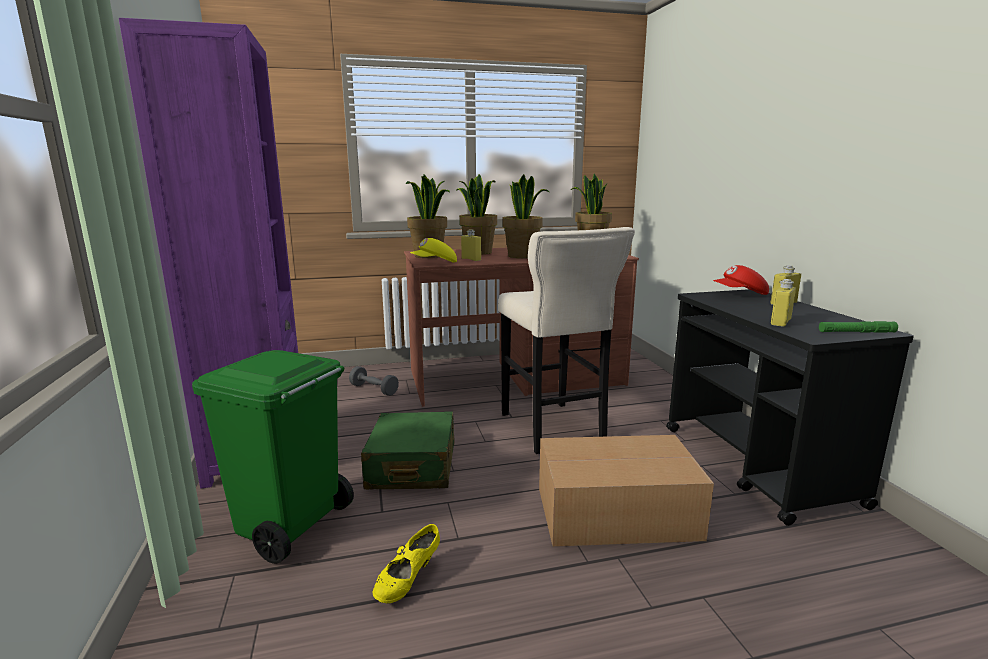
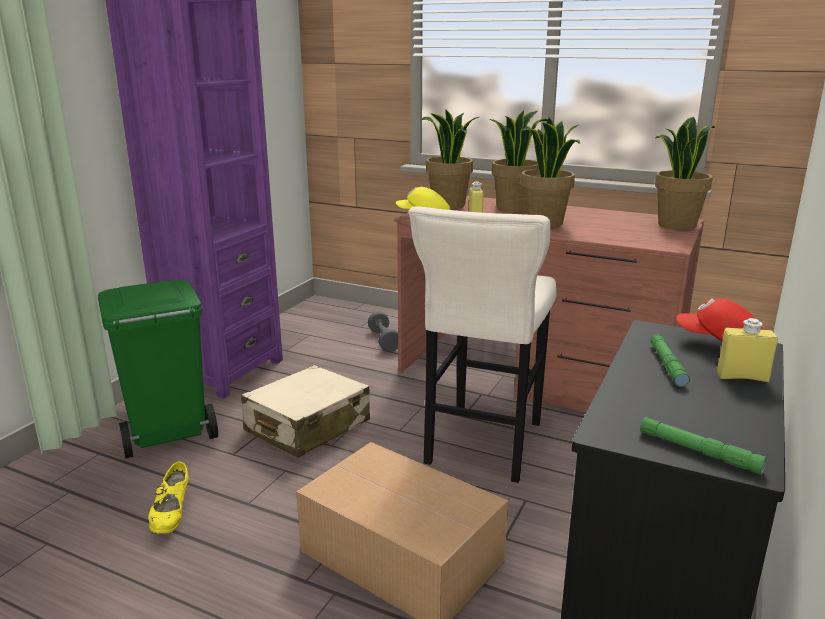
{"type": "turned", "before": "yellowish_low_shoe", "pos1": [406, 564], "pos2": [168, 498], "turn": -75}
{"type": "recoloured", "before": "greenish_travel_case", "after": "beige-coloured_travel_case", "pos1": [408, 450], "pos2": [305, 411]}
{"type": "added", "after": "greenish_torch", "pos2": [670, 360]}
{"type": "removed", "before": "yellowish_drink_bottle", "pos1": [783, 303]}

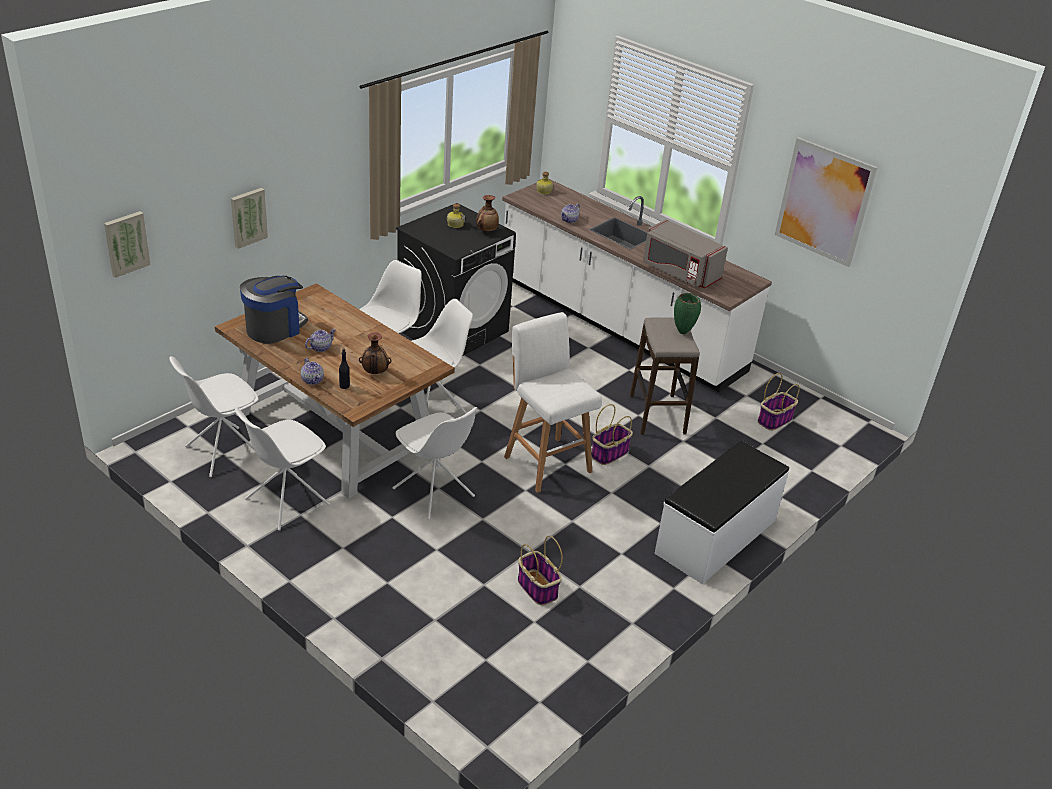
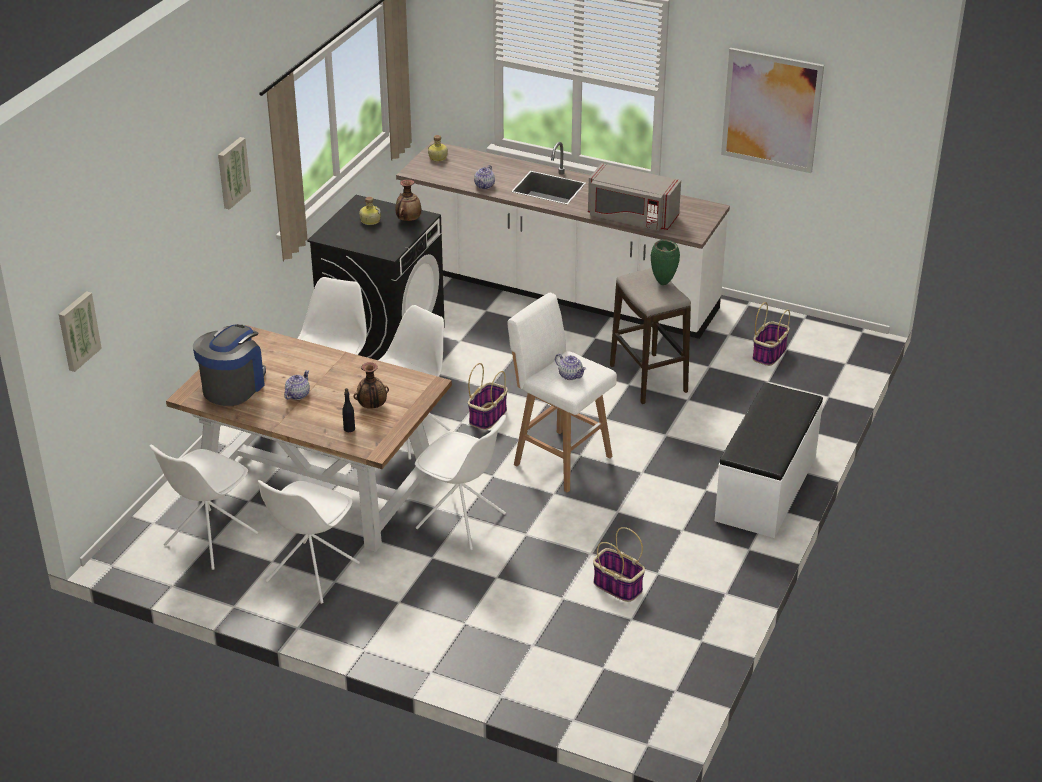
{"type": "moved", "before": "wall_picture", "pos1": [249, 218], "pos2": [234, 173]}
{"type": "moved", "before": "storage_basket", "pos1": [612, 434], "pos2": [488, 396]}
{"type": "moved", "before": "teapot", "pos1": [312, 371], "pos2": [570, 367]}

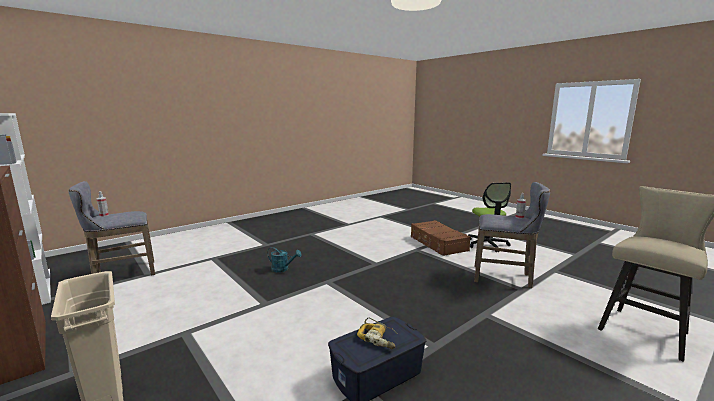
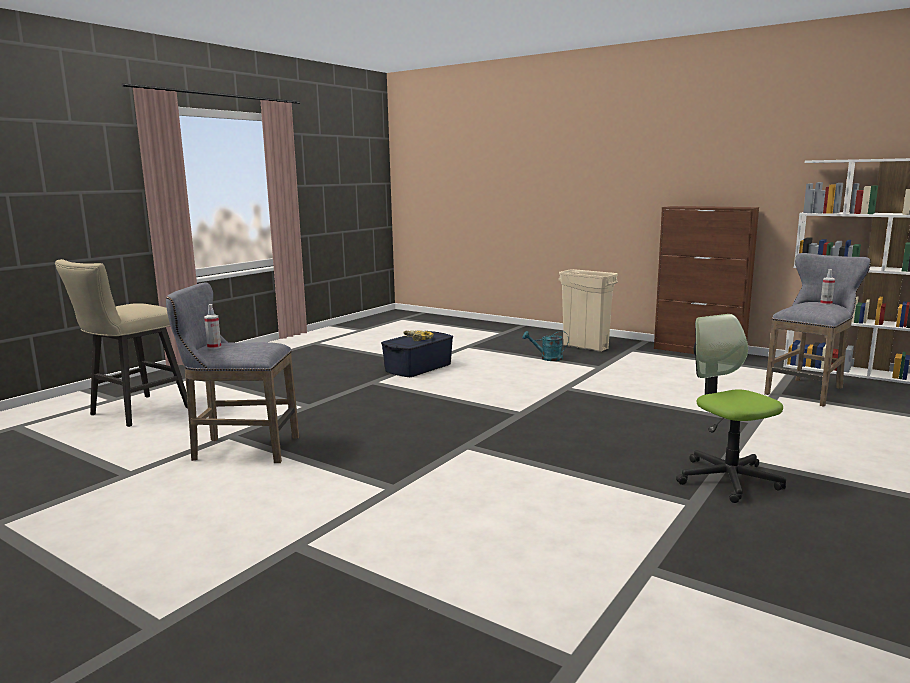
{"type": "moved", "before": "blue-green_sprinkling_can", "pos1": [284, 260], "pos2": [546, 346]}
{"type": "moved", "before": "desk_chair", "pos1": [489, 217], "pos2": [731, 408]}
{"type": "removed", "before": "brown-coloured_travel_case", "pos1": [441, 238]}

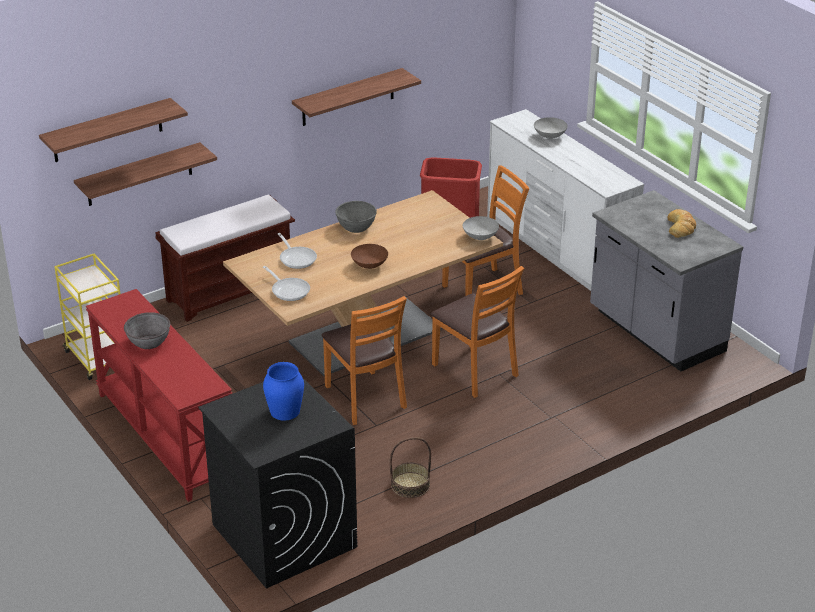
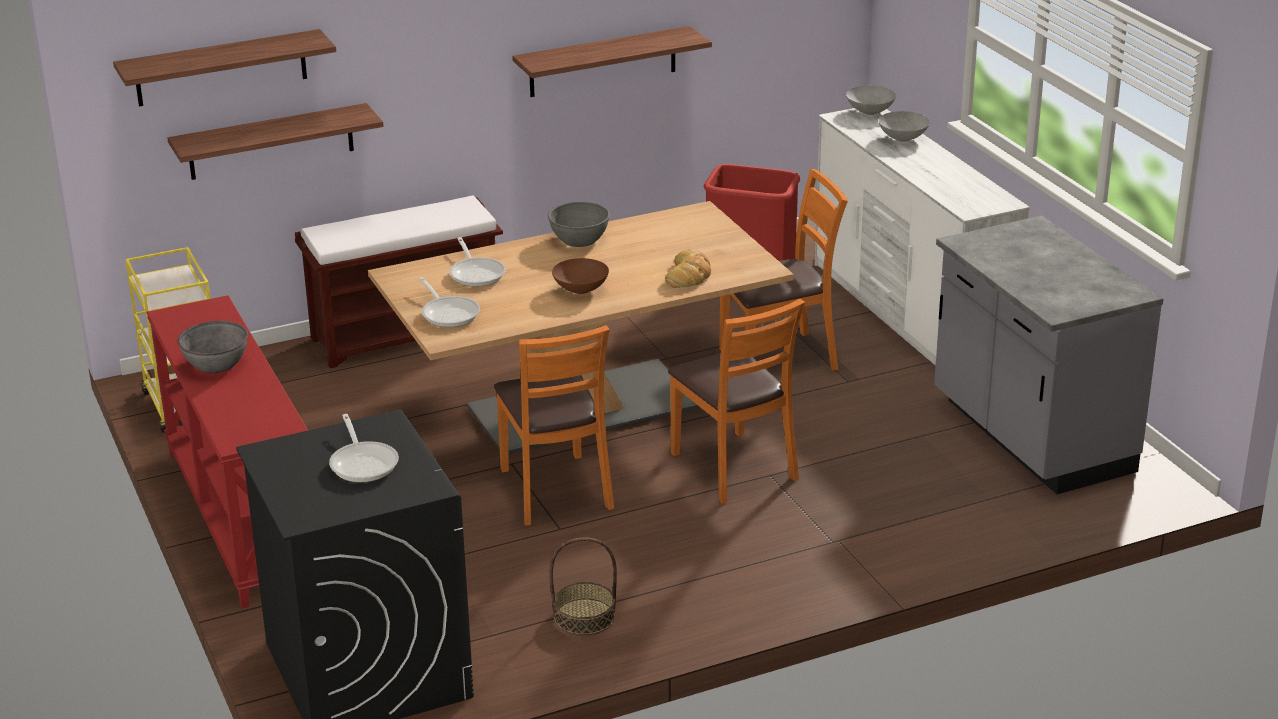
{"type": "replaced", "before": "blue-coloured_decorative_vase", "after": "pan", "pos1": [283, 391], "pos2": [364, 448]}
{"type": "moved", "before": "baked_bread", "pos1": [682, 223], "pos2": [688, 268]}
{"type": "moved", "before": "grey_deep_dish", "pos1": [481, 228], "pos2": [871, 100]}

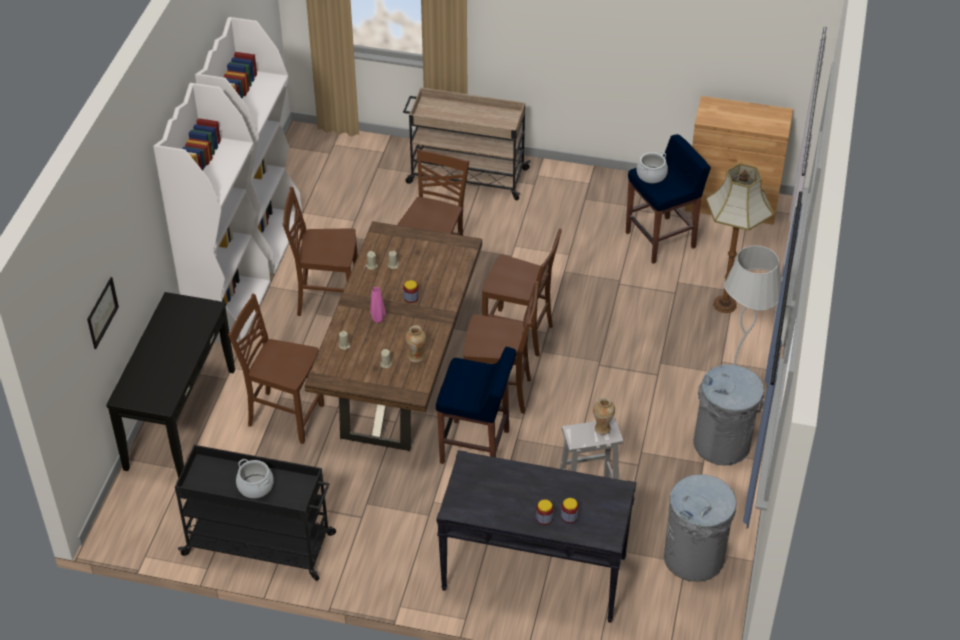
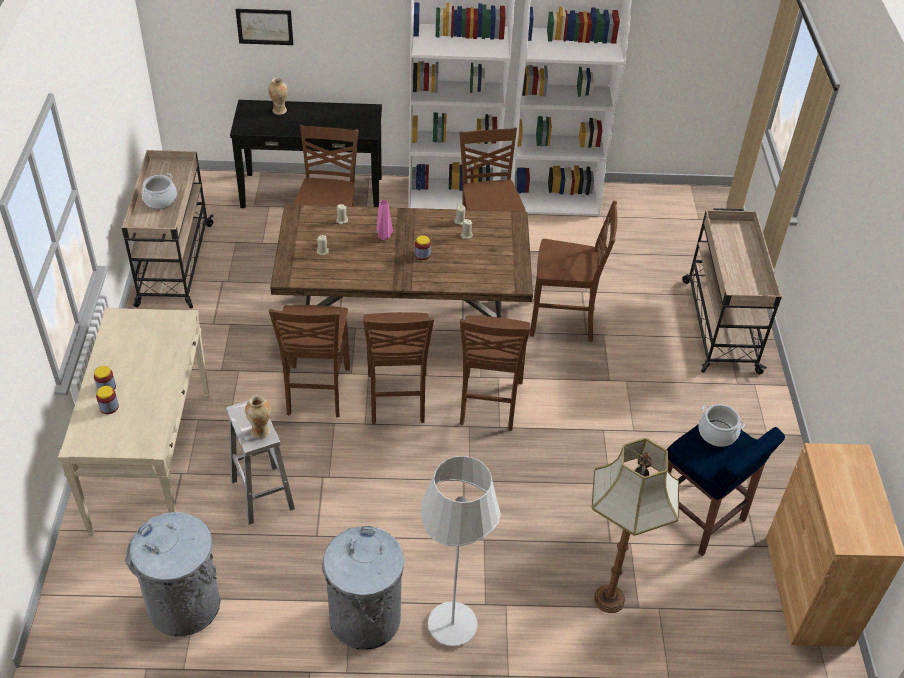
{"type": "recoloured", "before": "black_hall_table", "after": "beige-coloured_hall_table", "pos1": [536, 536], "pos2": [134, 422]}
{"type": "recoloured", "before": "black_wheeled_cart", "after": "beige-coloured_wheeled_cart", "pos1": [255, 513], "pos2": [168, 229]}
{"type": "moved", "before": "decorative_vase", "pos1": [415, 343], "pos2": [278, 96]}
{"type": "replaced", "before": "blue-coloured_stool_seat", "after": "brown-coloured_upright_chair", "pos1": [476, 405], "pos2": [309, 361]}

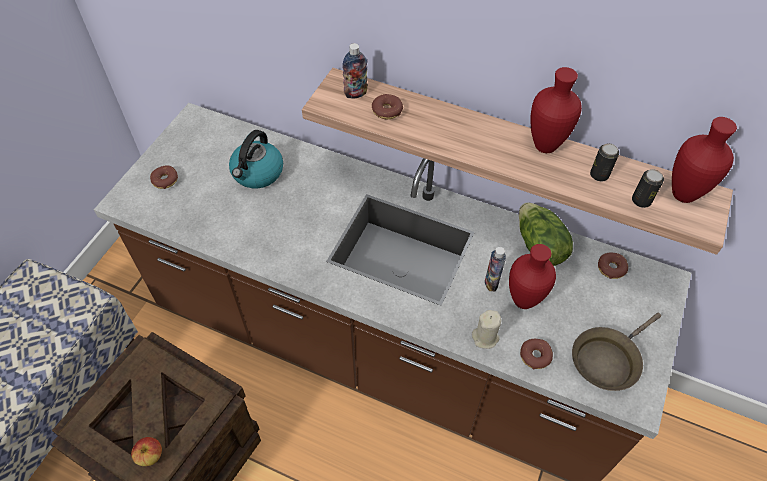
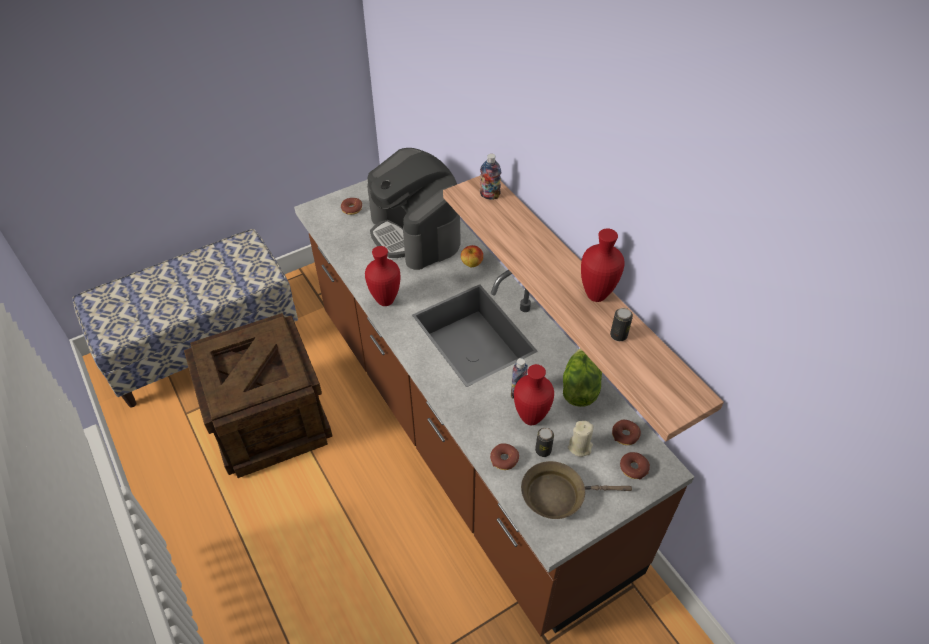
{"type": "moved", "before": "reddish_decorative_vase", "pos1": [704, 160], "pos2": [382, 276]}
{"type": "replaced", "before": "water_kettle", "after": "coffee_maker", "pos1": [256, 159], "pos2": [414, 209]}
{"type": "moved", "before": "apple_fruit", "pos1": [146, 451], "pos2": [472, 256]}
{"type": "moved", "before": "metal_can", "pos1": [648, 188], "pos2": [544, 442]}
{"type": "moved", "before": "beige-coloured_wax_light", "pos1": [486, 329], "pos2": [581, 439]}
{"type": "moved", "before": "donut", "pos1": [387, 106], "pos2": [635, 466]}

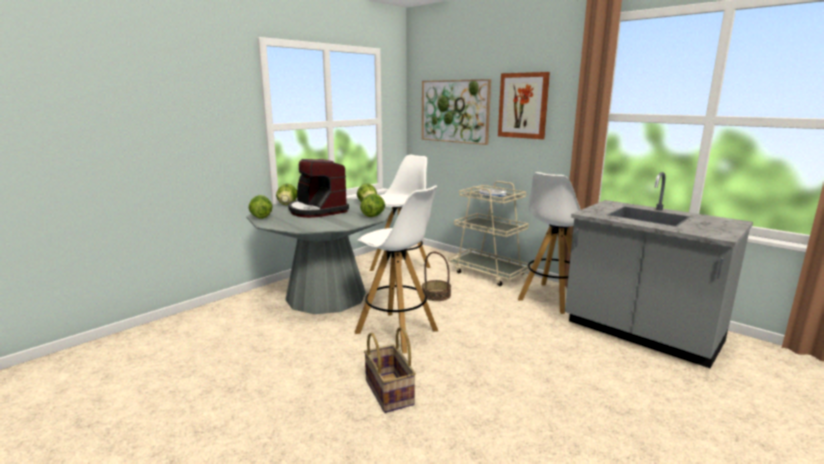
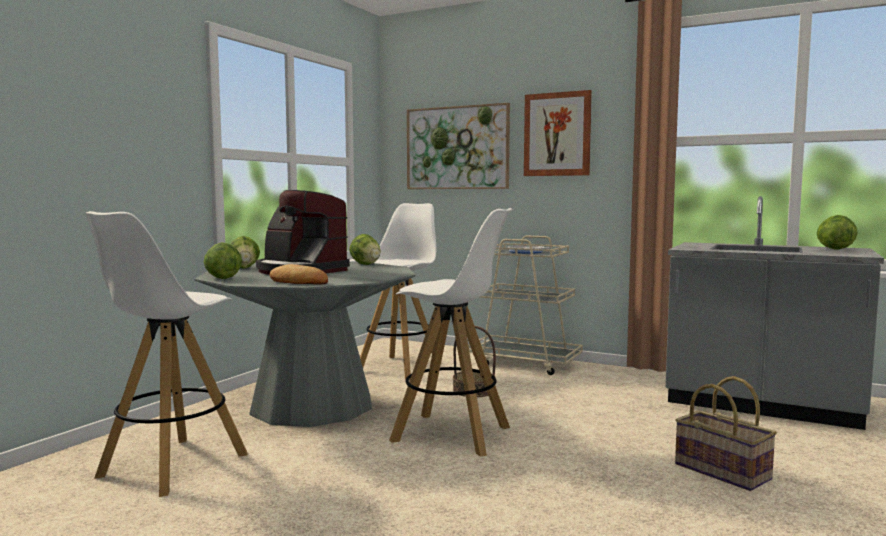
{"type": "moved", "before": "whitish_stool_seat", "pos1": [549, 243], "pos2": [167, 354]}
{"type": "added", "after": "baked_bread", "pos2": [299, 274]}
{"type": "moved", "before": "storage_basket", "pos1": [390, 370], "pos2": [726, 433]}
{"type": "moved", "before": "lettuce_head", "pos1": [372, 205], "pos2": [837, 232]}

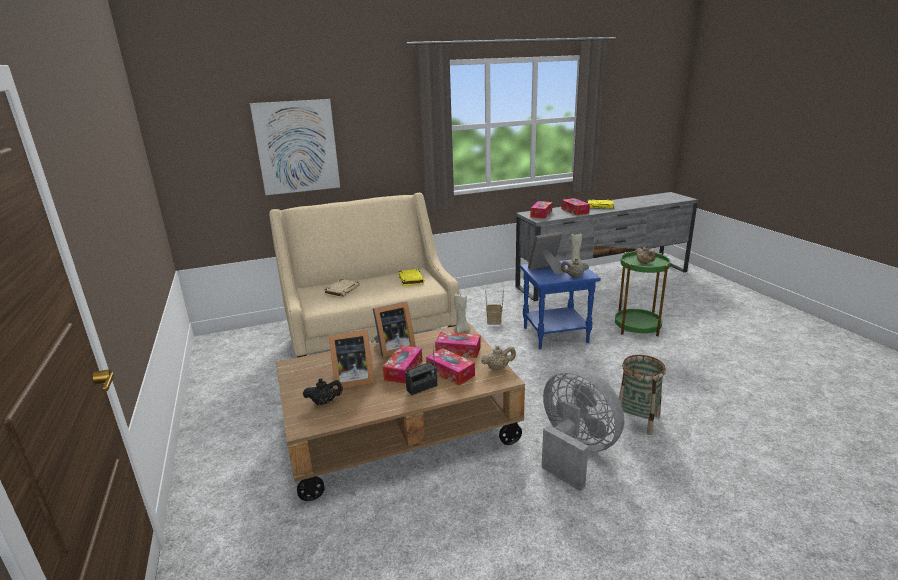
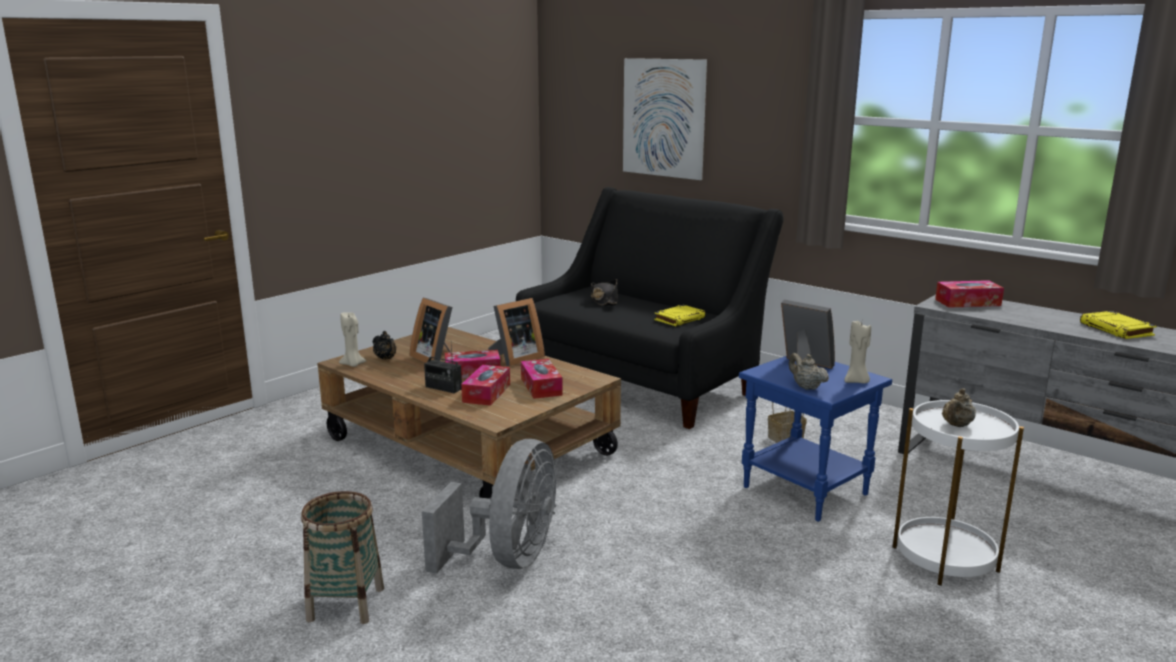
{"type": "moved", "before": "storage_basket", "pos1": [640, 395], "pos2": [342, 557]}
{"type": "moved", "before": "beige-coloured_wax_light", "pos1": [462, 313], "pos2": [352, 340]}
{"type": "turned", "before": "photo_frame", "pos1": [394, 329], "pos2": [516, 332], "turn": -75}
{"type": "recoloured", "before": "beige-coloured_couch", "after": "black_couch", "pos1": [364, 275], "pos2": [650, 308]}
{"type": "replaced", "before": "beige-coloured_volume", "after": "black_wearable_hat", "pos1": [341, 288], "pos2": [604, 292]}
{"type": "recoloured", "before": "greenish_side_table", "after": "whitish_side_table", "pos1": [643, 294], "pos2": [958, 493]}
{"type": "removed", "before": "beige-coloured_teapot", "pos1": [498, 358]}
{"type": "removed", "before": "tissue_box", "pos1": [575, 206]}

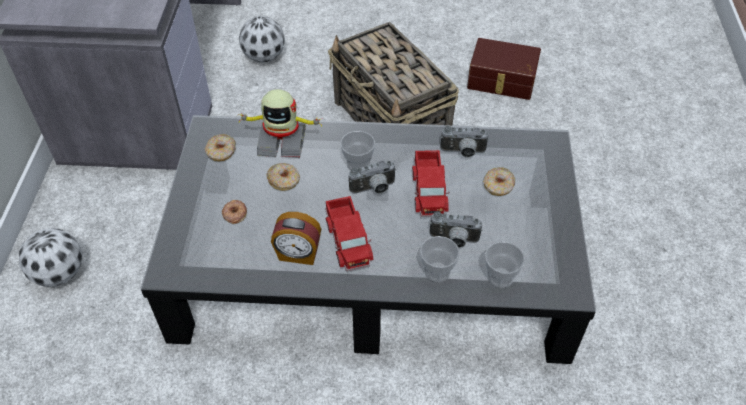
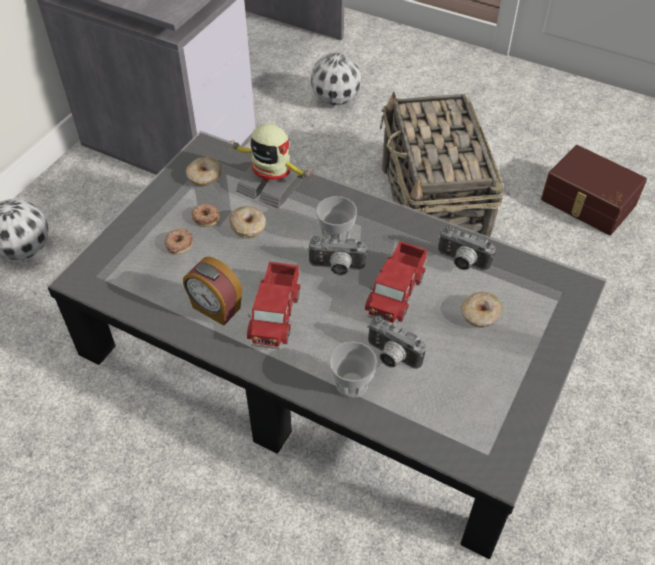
{"type": "added", "after": "donut", "pos2": [206, 215]}
{"type": "removed", "before": "small_cup", "pos1": [505, 265]}

